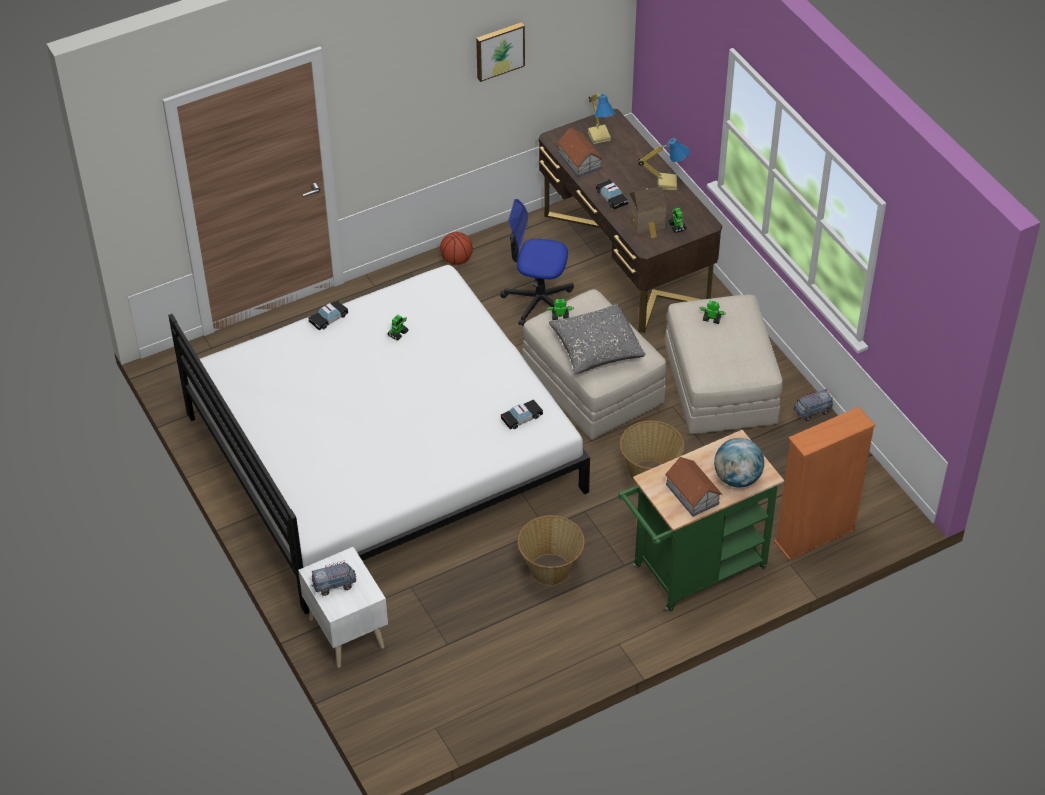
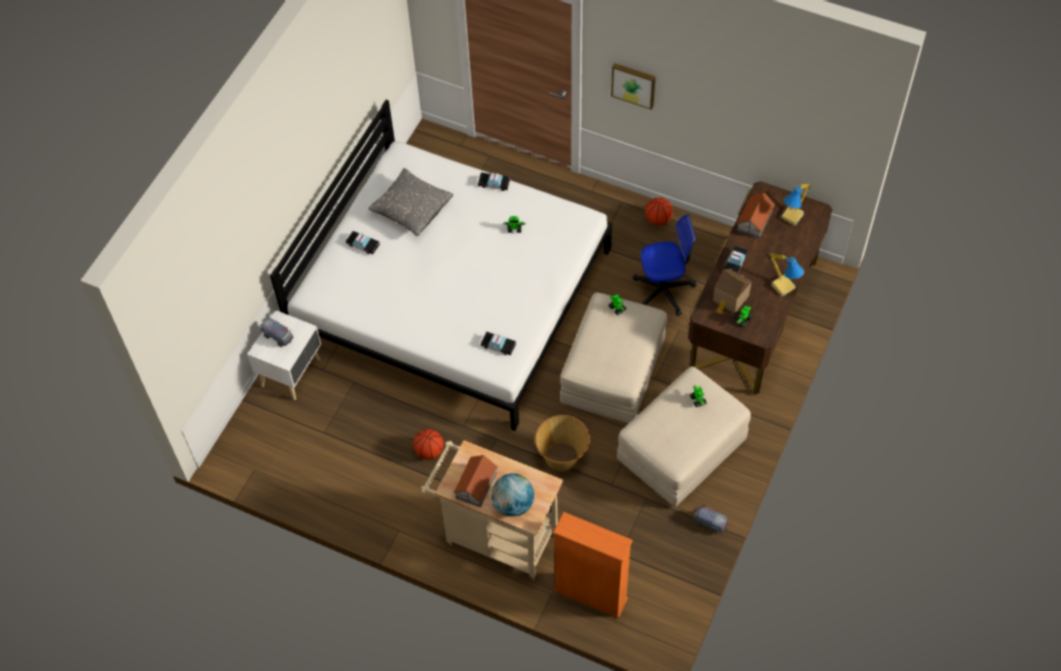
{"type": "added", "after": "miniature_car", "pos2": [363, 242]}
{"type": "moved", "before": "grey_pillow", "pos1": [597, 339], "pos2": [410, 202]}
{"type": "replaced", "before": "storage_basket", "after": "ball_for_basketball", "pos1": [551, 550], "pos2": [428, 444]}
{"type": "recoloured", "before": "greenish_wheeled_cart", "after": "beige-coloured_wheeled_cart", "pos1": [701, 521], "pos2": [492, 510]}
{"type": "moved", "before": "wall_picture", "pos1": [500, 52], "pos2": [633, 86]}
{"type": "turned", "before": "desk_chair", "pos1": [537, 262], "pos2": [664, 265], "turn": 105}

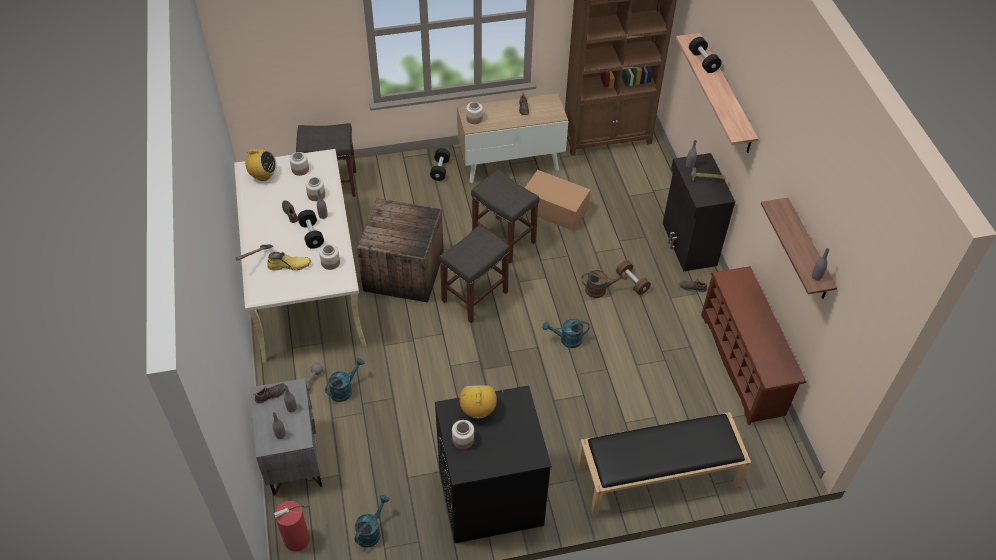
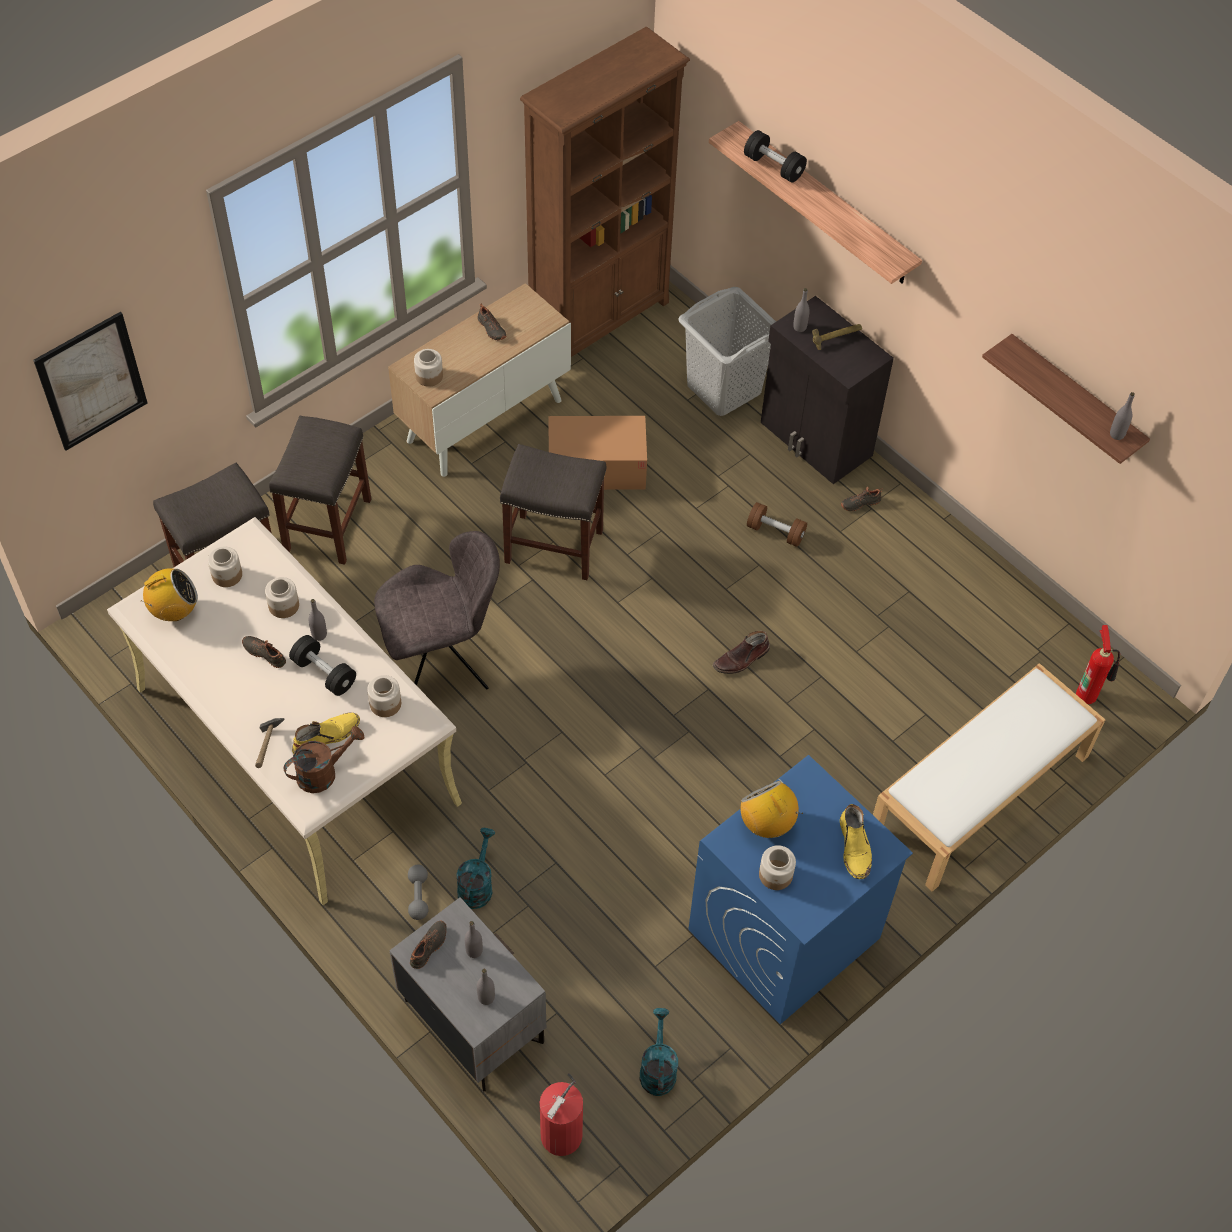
{"type": "added", "after": "wall_picture", "pos2": [90, 381]}
{"type": "moved", "before": "grey_stool_seat", "pos1": [474, 274], "pos2": [320, 490]}
{"type": "moved", "before": "brown-coloured_sprinkling_can", "pos1": [604, 284], "pos2": [324, 759]}
{"type": "replaced", "before": "packing_crate", "after": "grey_upright_chair", "pos1": [400, 250], "pos2": [437, 610]}
{"type": "added", "after": "grey_hamper", "pos2": [727, 351]}
{"type": "recoloured", "before": "black_washing_machine", "after": "blue-coloured_washing_machine", "pos1": [493, 464], "pos2": [801, 889]}
{"type": "replaced", "before": "blue-green_sprinkling_can", "after": "brown-coloured_tall_boot", "pos1": [565, 333], "pos2": [741, 652]}
{"type": "added", "after": "yellowish_tall_boot", "pos2": [856, 841]}
{"type": "recoloured", "before": "black_bench", "after": "whitish_bench", "pos1": [664, 464], "pos2": [989, 777]}
{"type": "added", "after": "extinguisher", "pos2": [1098, 664]}
{"type": "removed", "before": "black_dumbbell", "pos1": [440, 164]}
{"type": "removed", "before": "brown-coloured_shoe_shelf", "pos1": [753, 345]}

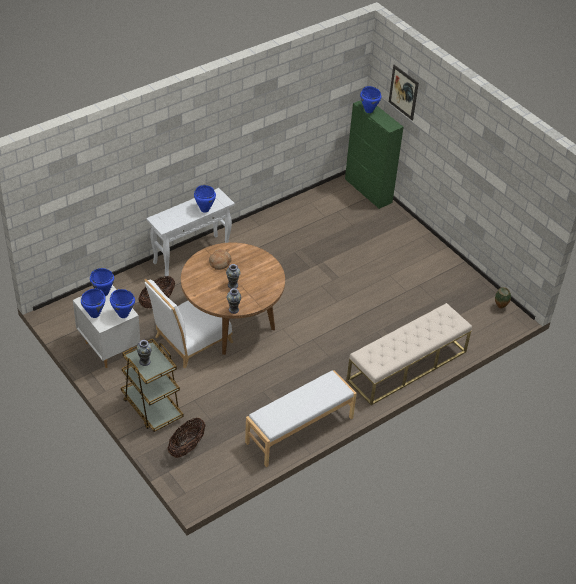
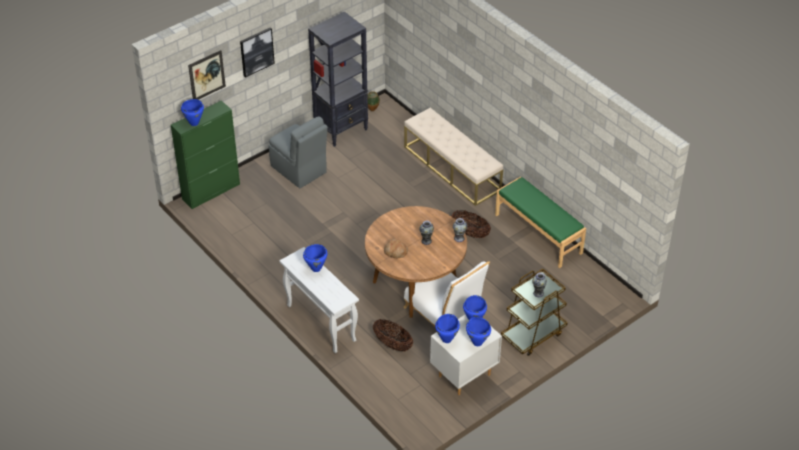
{"type": "added", "after": "wall_picture", "pos2": [257, 53]}
{"type": "added", "after": "grey_upright_chair", "pos2": [298, 152]}
{"type": "added", "after": "black_bookcase", "pos2": [338, 79]}
{"type": "moved", "before": "storage_basket", "pos1": [186, 438], "pos2": [471, 224]}
{"type": "recoloured", "before": "whitish_bench", "after": "greenish_bench", "pos1": [301, 418], "pos2": [540, 222]}

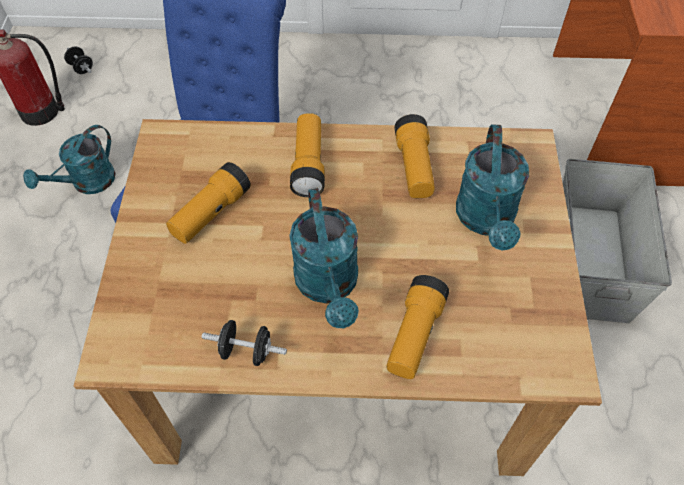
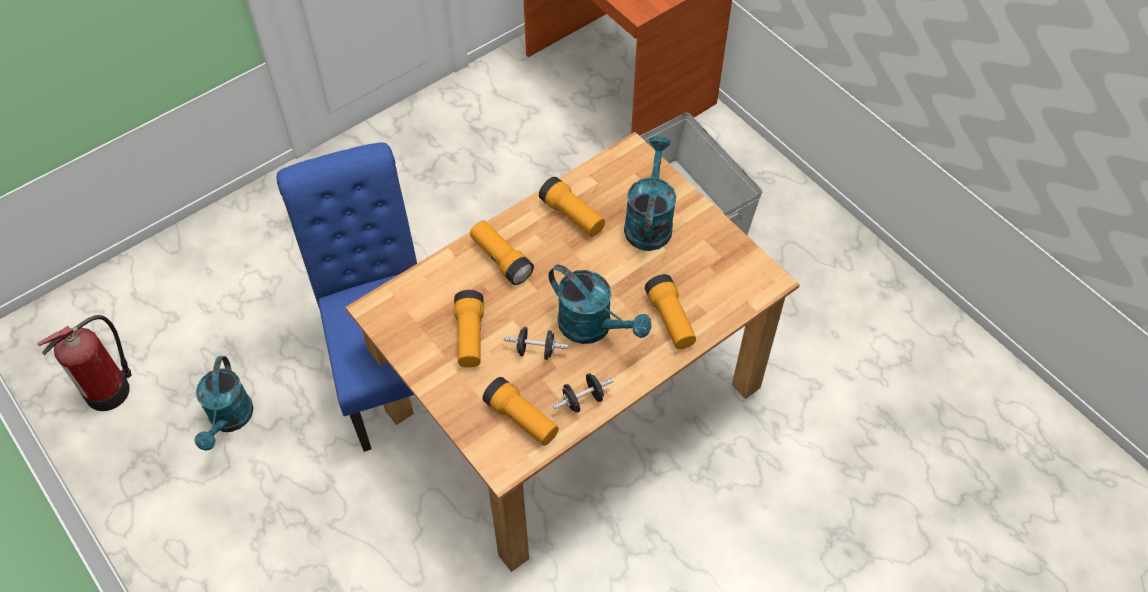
{"type": "added", "after": "torch", "pos2": [520, 411]}
{"type": "moved", "before": "black_dumbbell", "pos1": [78, 60], "pos2": [536, 343]}
{"type": "turned", "before": "blue-green_sprinkling_can", "pos1": [492, 187], "pos2": [650, 193], "turn": -135}

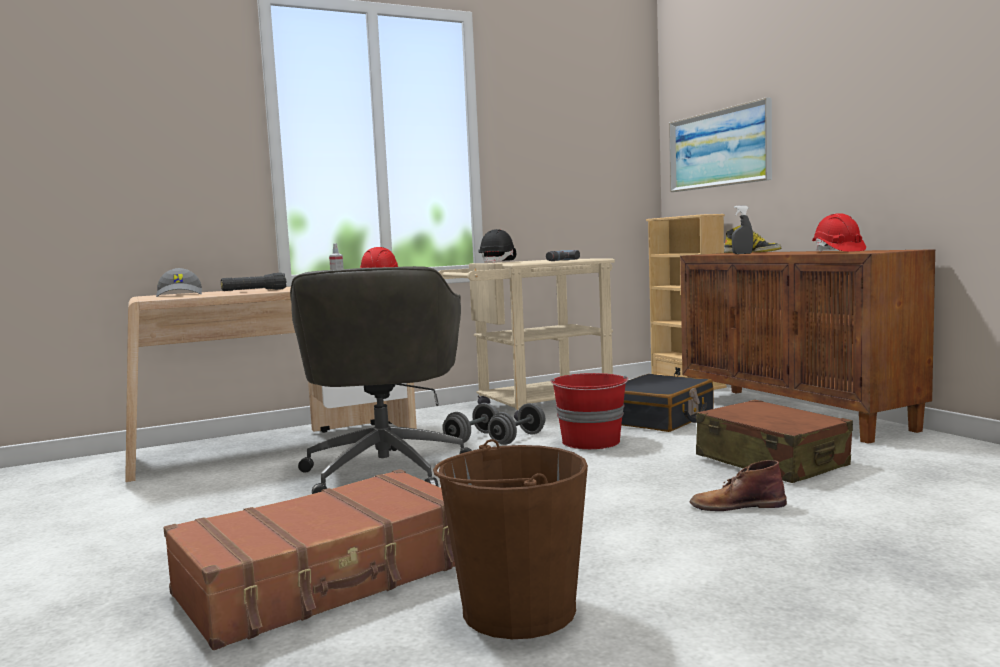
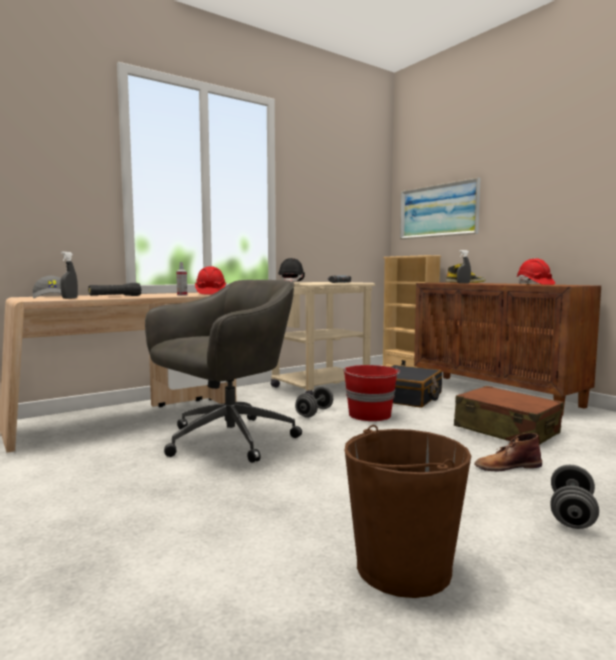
{"type": "added", "after": "grey_hand_sprayer", "pos2": [69, 275]}
{"type": "turned", "before": "grey_desk_chair", "pos1": [381, 380], "pos2": [223, 371], "turn": -120}
{"type": "moved", "before": "grey_dumbbell", "pos1": [471, 423], "pos2": [574, 497]}
{"type": "removed", "before": "brown-coloured_travel_case", "pos1": [309, 559]}

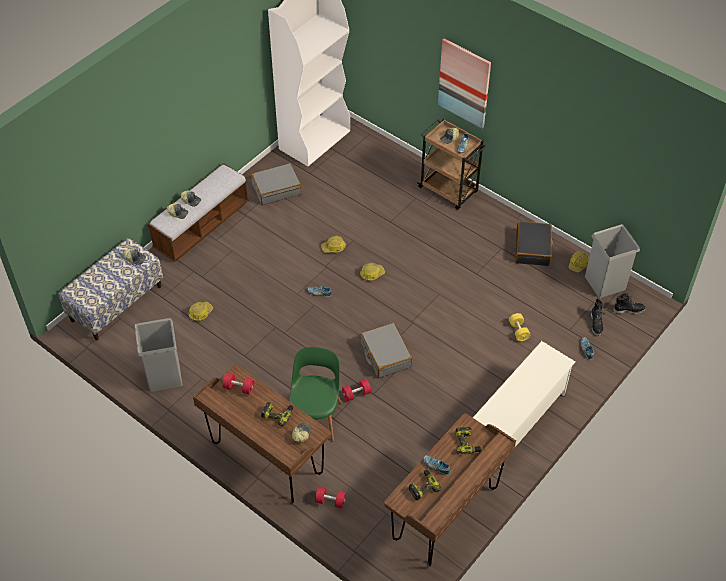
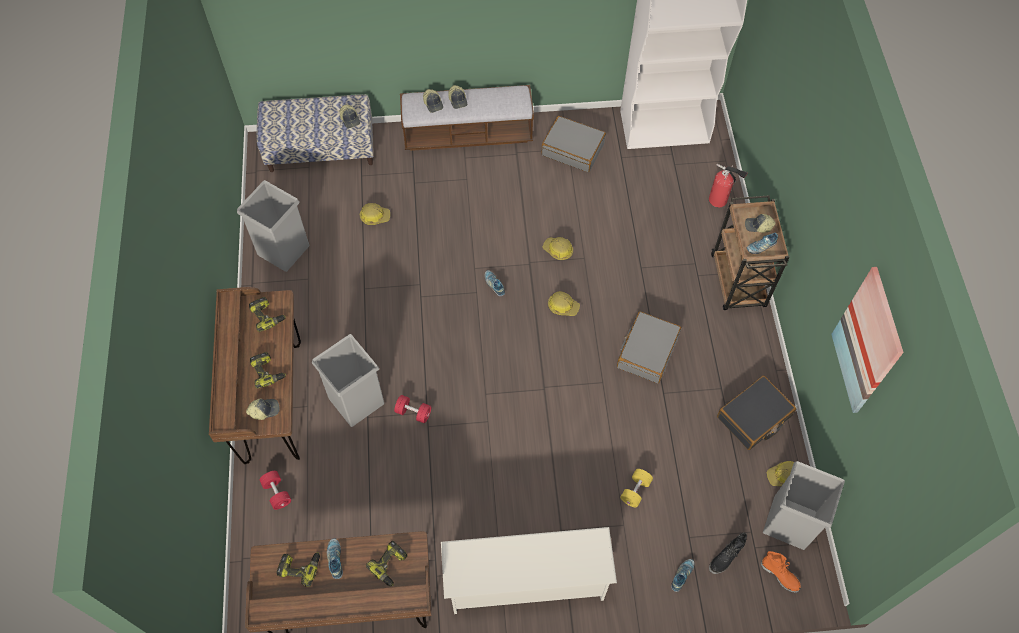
{"type": "replaced", "before": "reddish_dumbbell", "after": "electric_drill", "pos1": [238, 384], "pos2": [267, 314]}
{"type": "replaced", "before": "greenish_upright_chair", "after": "grey_waste_bin", "pos1": [315, 394], "pos2": [348, 380]}
{"type": "moved", "before": "grey_travel_case", "pos1": [386, 350], "pos2": [649, 347]}
{"type": "added", "after": "extinguisher", "pos2": [728, 185]}
{"type": "recoloured", "before": "black_tall_boot", "after": "orangey_tall_boot", "pos1": [629, 303], "pos2": [781, 572]}
{"type": "moved", "before": "wall_picture", "pos1": [464, 84], "pos2": [867, 340]}

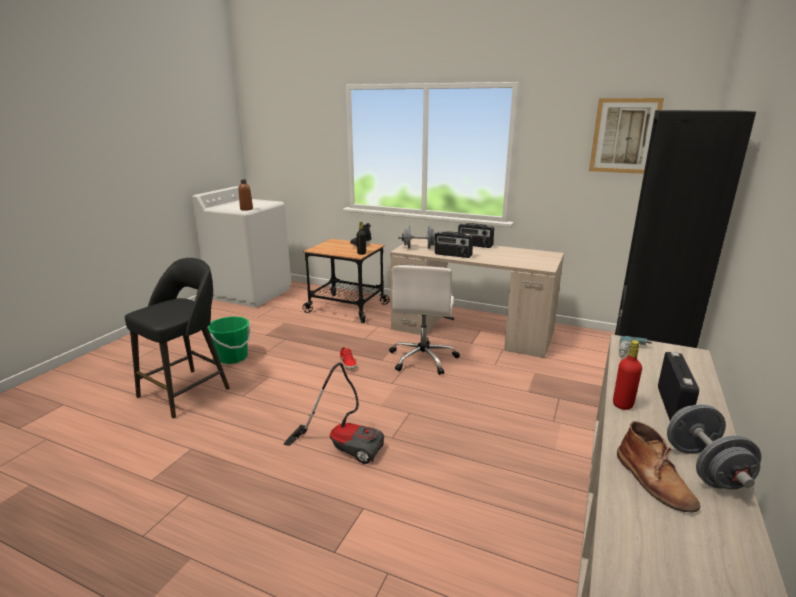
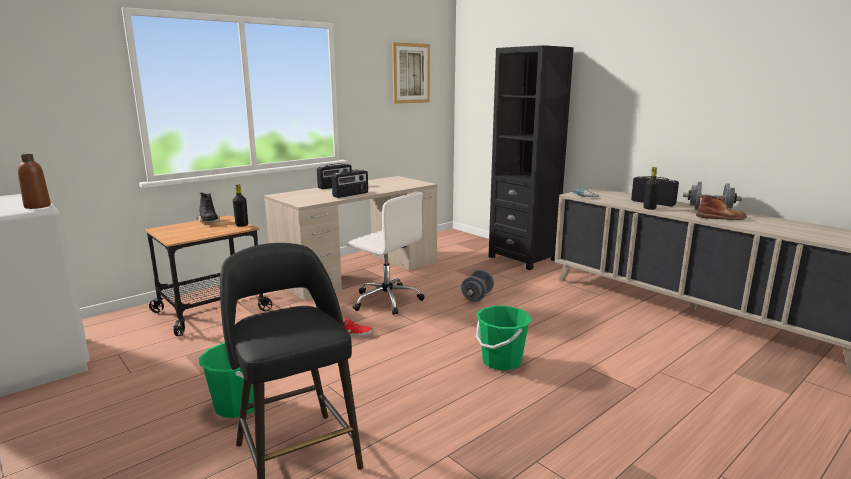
{"type": "moved", "before": "grey_dumbbell", "pos1": [417, 237], "pos2": [477, 285]}
{"type": "replaced", "before": "vacuum", "after": "greenish_bucket", "pos1": [333, 413], "pos2": [504, 338]}
{"type": "recoloured", "before": "reddish_drink_bottle", "after": "black_drink_bottle", "pos1": [627, 375], "pos2": [651, 188]}

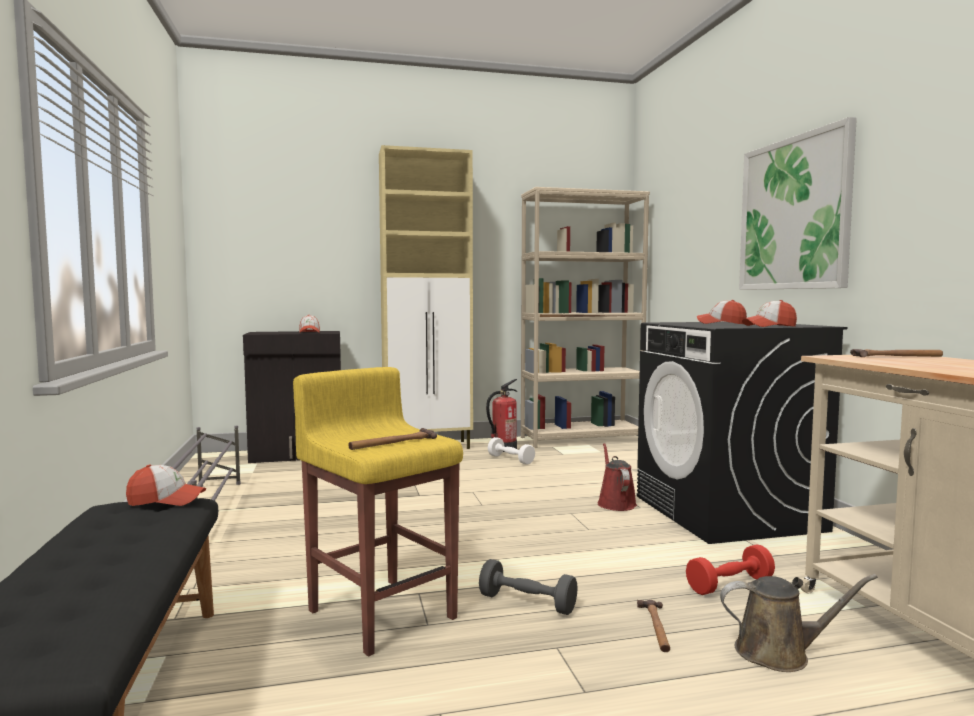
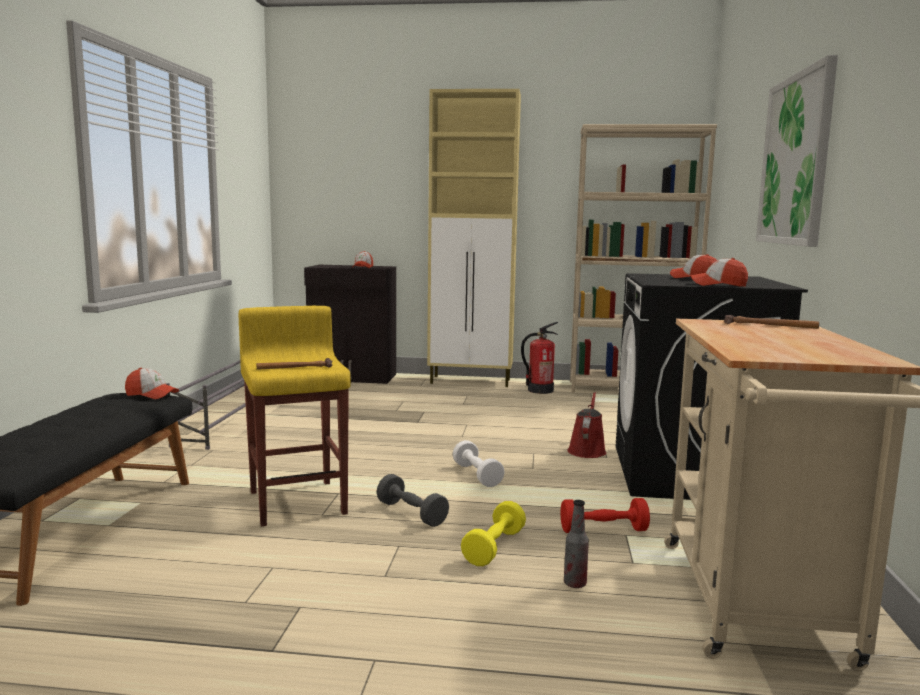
{"type": "moved", "before": "whitish_dumbbell", "pos1": [511, 451], "pos2": [479, 463]}
{"type": "replaced", "before": "hand_hammer", "after": "yellowish_dumbbell", "pos1": [653, 626], "pos2": [493, 533]}
{"type": "replaced", "before": "brown-coloured_sprinkling_can", "after": "drink_bottle", "pos1": [799, 623], "pos2": [576, 544]}

